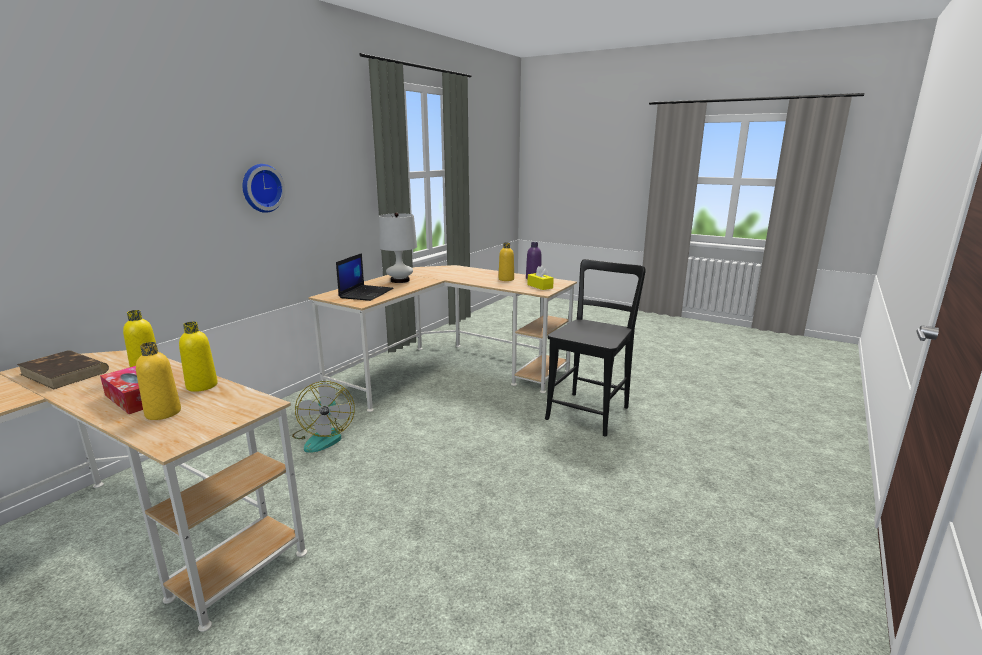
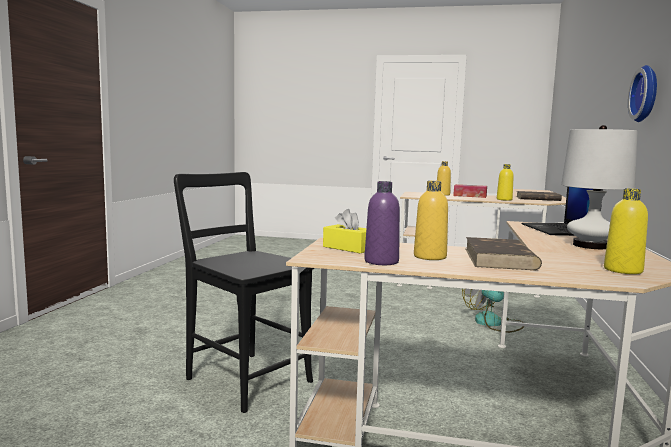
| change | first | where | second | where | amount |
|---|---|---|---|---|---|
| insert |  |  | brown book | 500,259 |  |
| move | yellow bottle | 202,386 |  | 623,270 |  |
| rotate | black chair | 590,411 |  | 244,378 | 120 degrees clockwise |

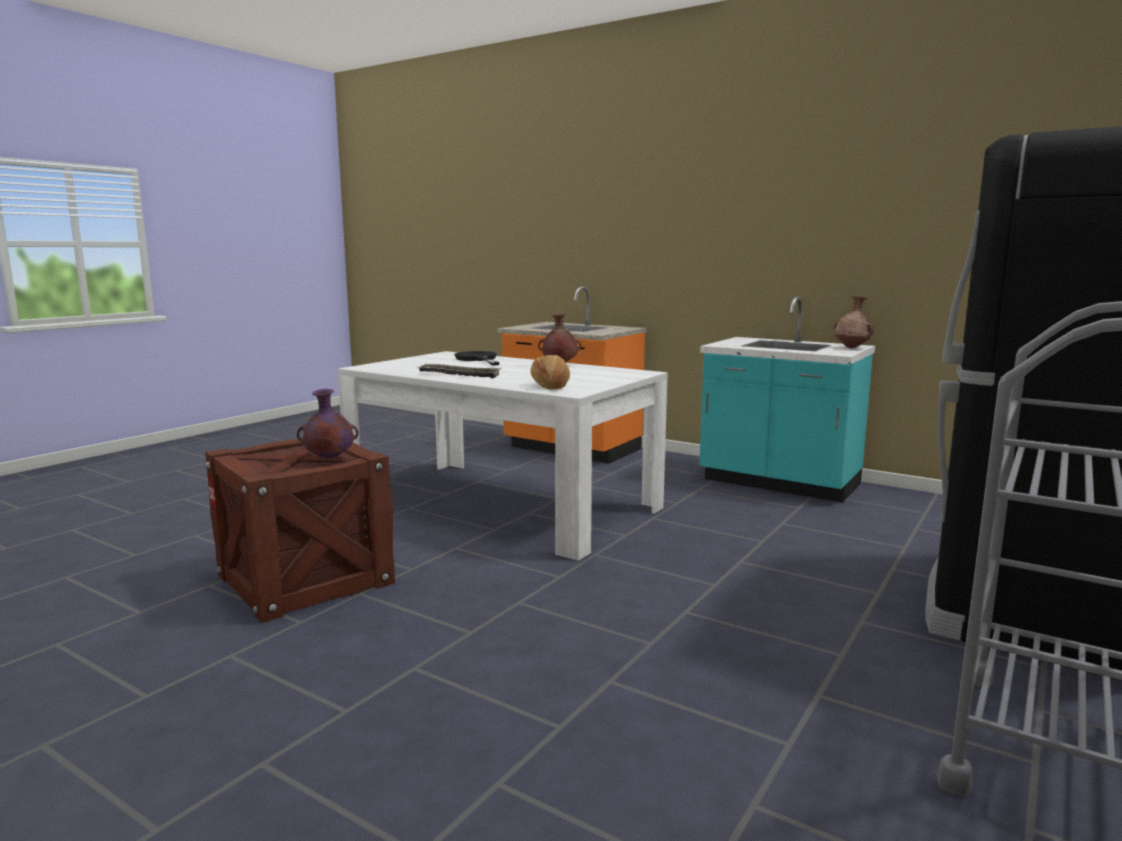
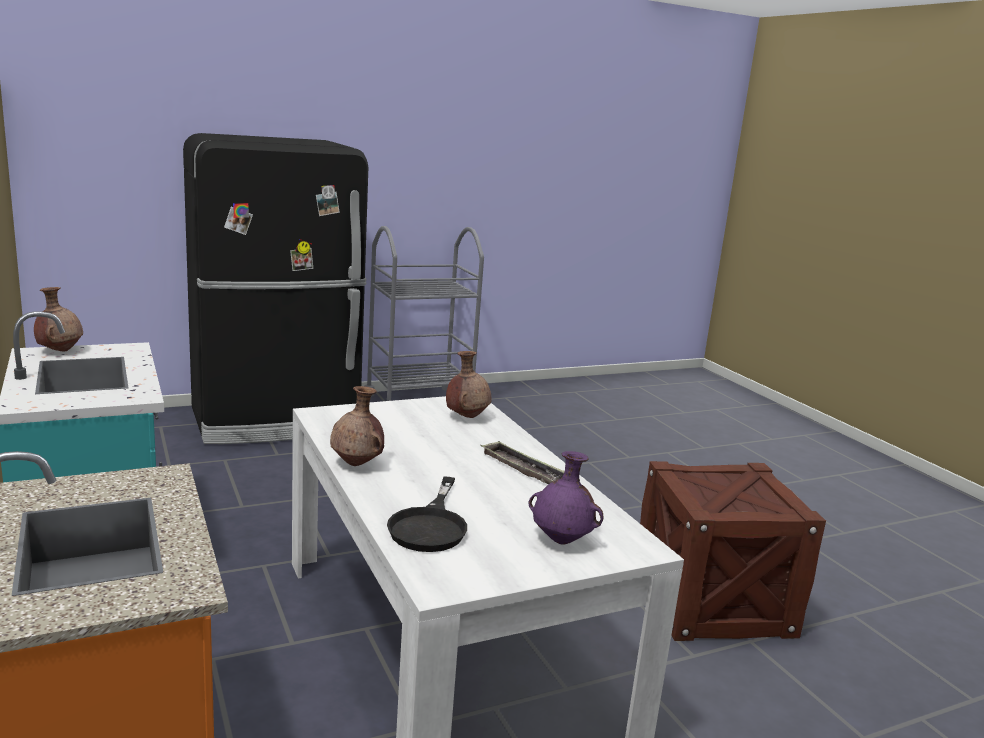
| change | first | where | second | where | amount |
|---|---|---|---|---|---|
| move | purple vase | 328,459 |  | 562,540 |  |
| replace | bread | 551,386 | brown vase | 467,416 |  |

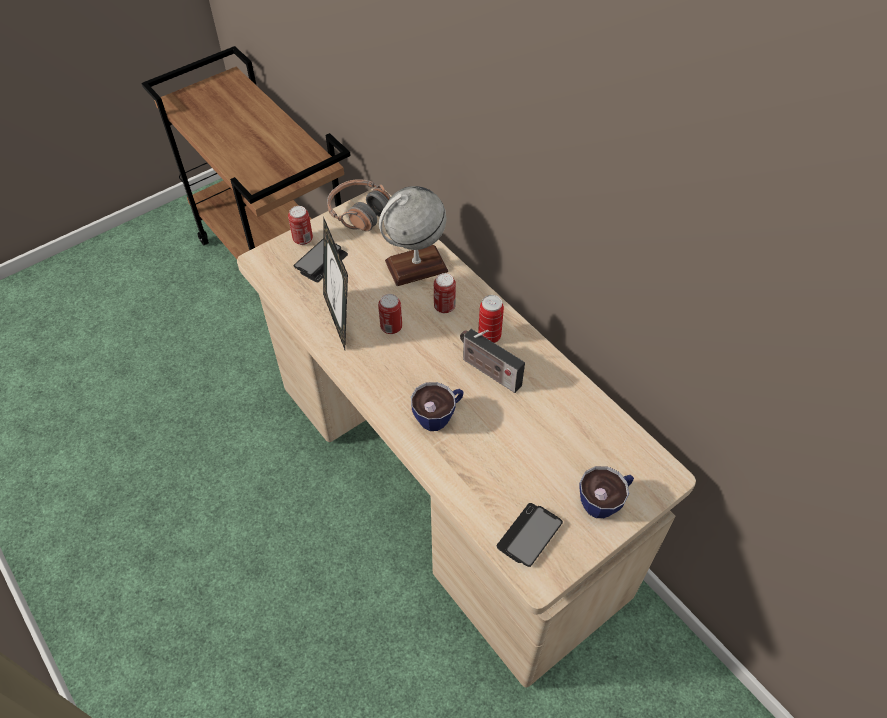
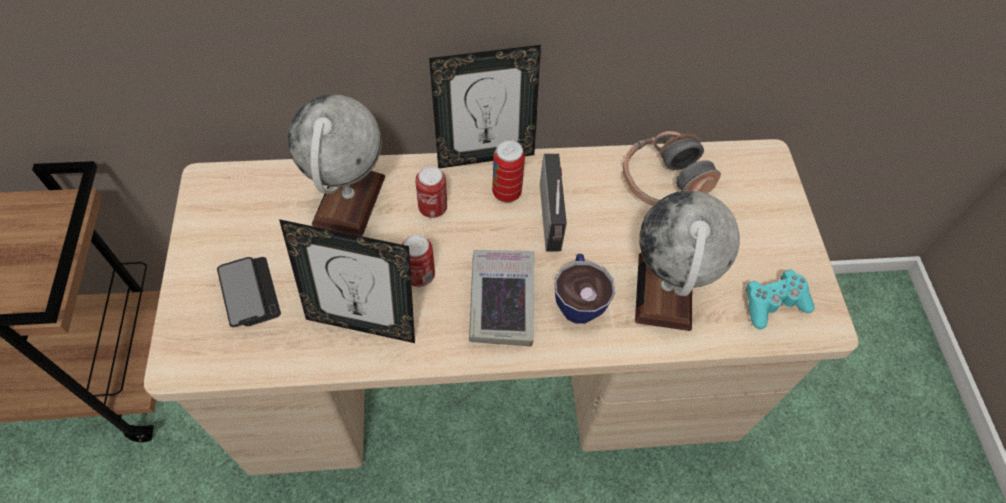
| change | first | where | second | where | amount |
|---|---|---|---|---|---|
| delete | can | 303,239 |  |  |  |
| delete | cup | 604,501 |  |  |  |
| insert |  |  | picture frame | 485,155 |  |
| insert |  |  | book | 501,300 |  |
| insert |  |  | globe | 664,291 |  |
| move | headphones | 360,213 |  | 664,182 |  |
| replace | phone | 529,535 | turquoise game controller | 773,304 |  |
| rotate | radio | 488,371 |  | 551,220 | 75 degrees counterclockwise |

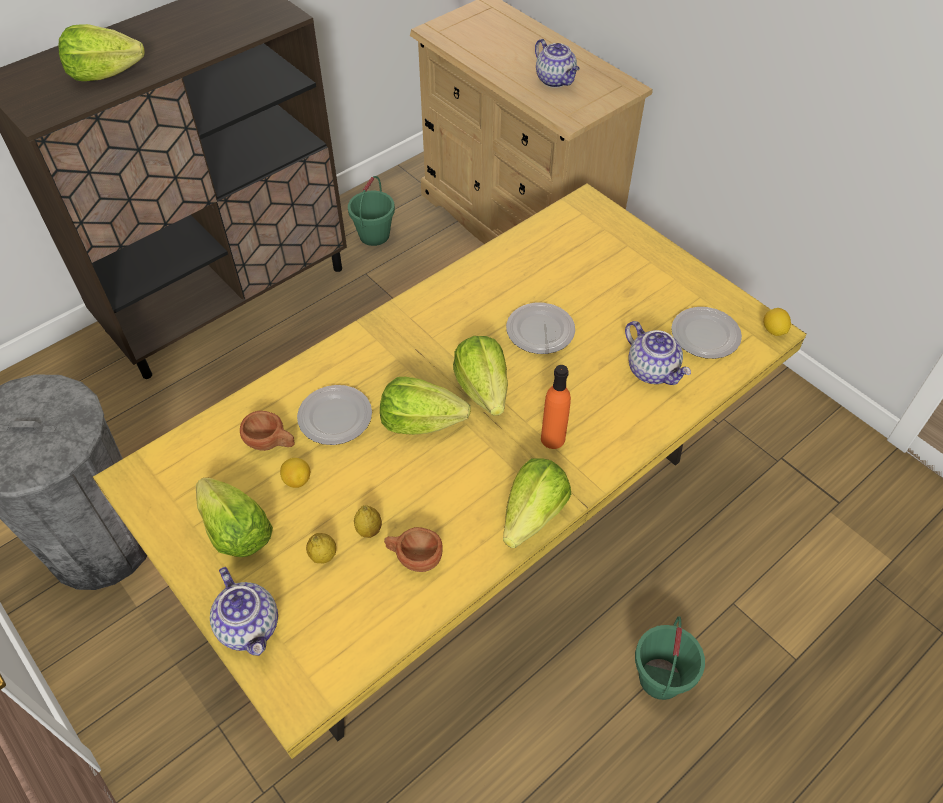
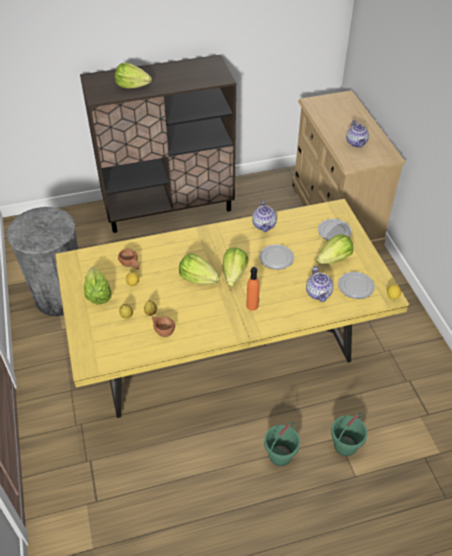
| change | first | where | second | where | amount |
|---|---|---|---|---|---|
| move | teapot | 250,626 |  | 264,225 |  |
| move | plate | 334,418 |  | 333,232 |  |
| move | green bucket | 374,235 |  | 345,445 |  |
| move | lettuce | 533,515 |  | 334,259 |  |

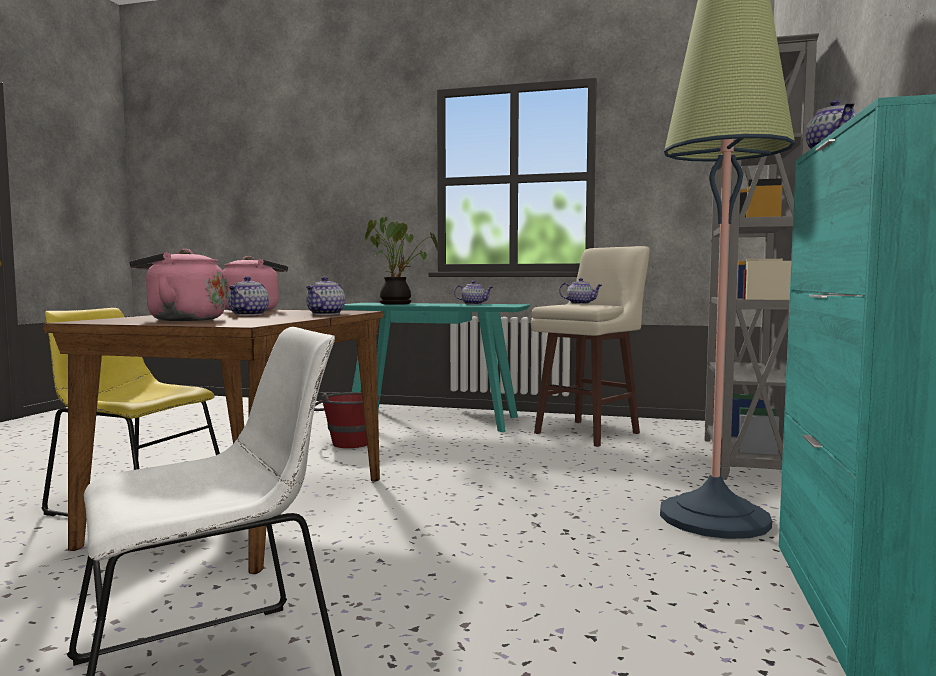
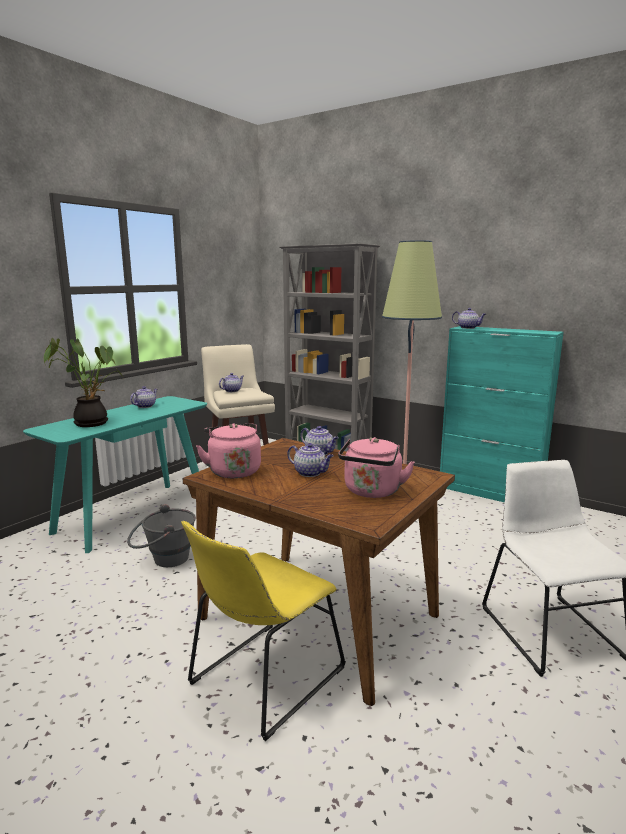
| change | first | where | second | where | amount |
|---|---|---|---|---|---|
| recolor | red bucket | 346,442 | grey bucket | 163,560 |  |

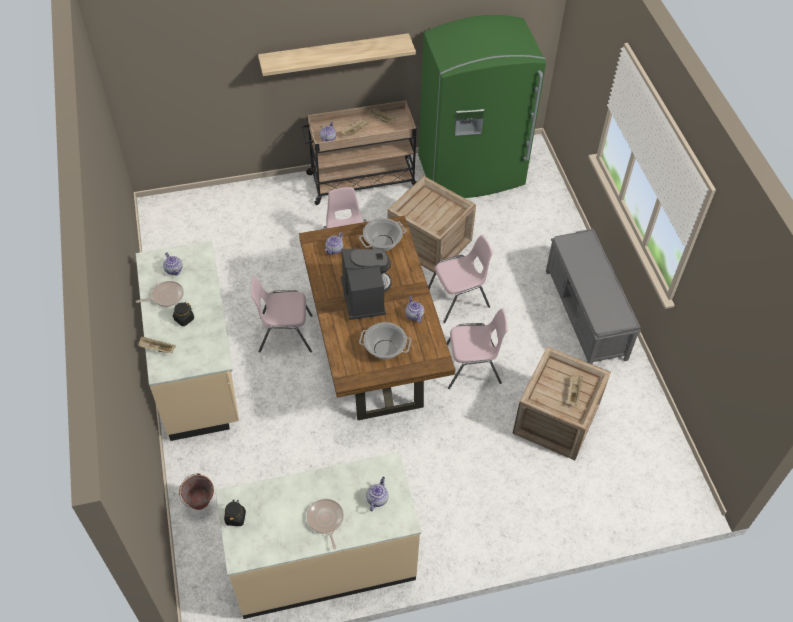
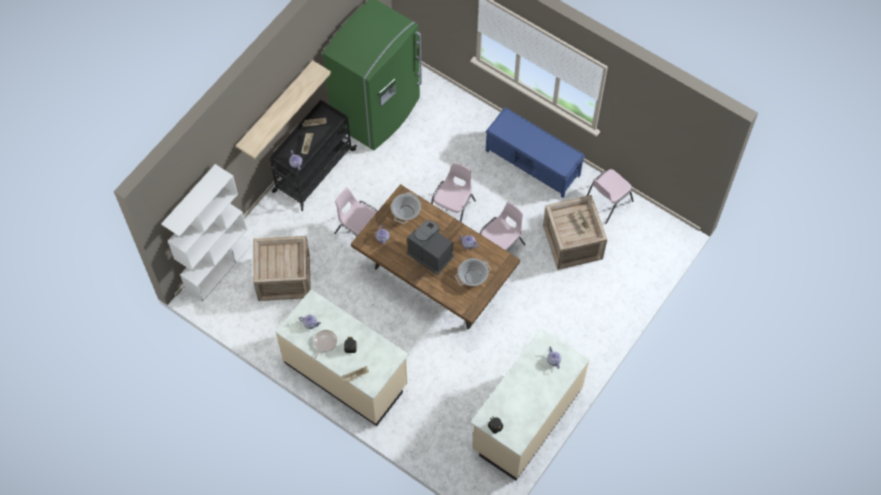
| change | first | where | second | where | amount |
|---|---|---|---|---|---|
| delete | bucket | 200,505 |  |  |  |
| delete | frying pan | 325,520 |  |  |  |
| insert |  |  | white bookcase | 218,267 |  |
| move | pink chair | 284,334 |  | 607,202 |  |
| move | crate | 429,241 |  | 283,277 |  |
| recolor | beige cart | 361,181 | black cart | 313,171 |  |
| recolor | grey bench | 585,315 | blue bench | 533,163 |  |

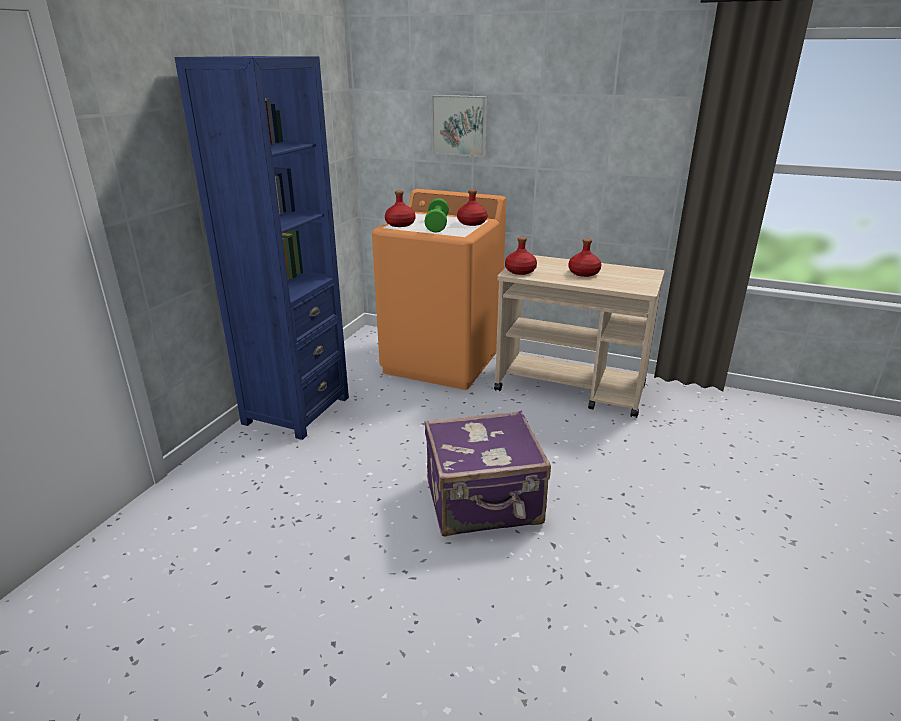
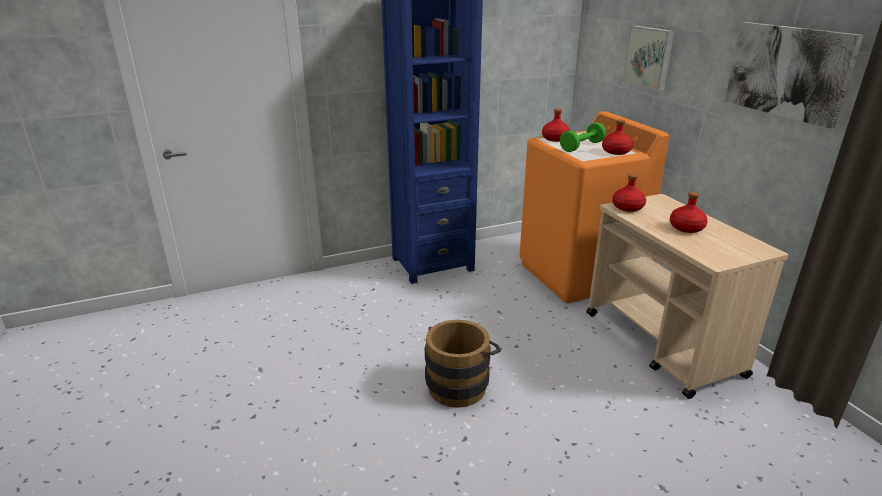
| change | first | where | second | where | amount |
|---|---|---|---|---|---|
| insert |  |  | picture | 788,71 |  |
| replace | purple suitcase | 484,503 | brown bucket | 460,383 |  |

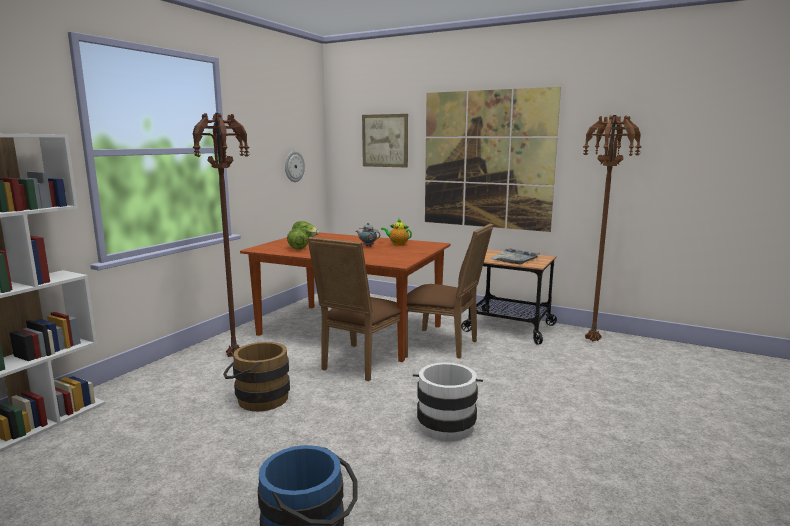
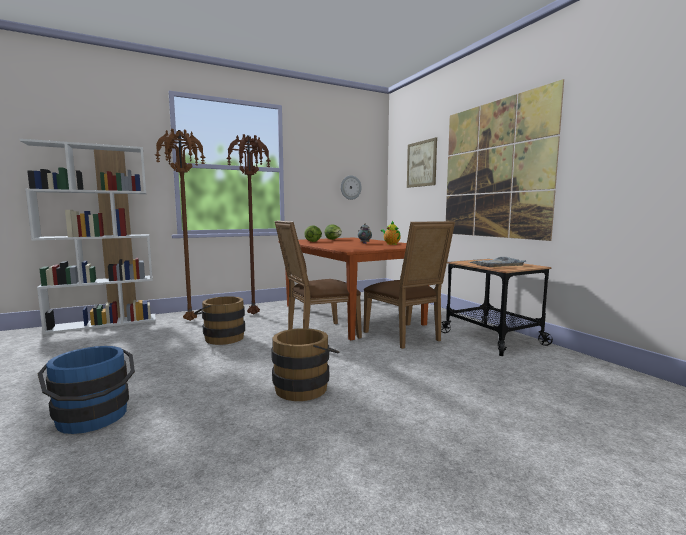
| change | first | where | second | where | amount |
|---|---|---|---|---|---|
| move | brown floor lamp | 594,341 |  | 191,320 |  |
| recolor | white bucket | 446,423 | brown bucket | 305,386 |  |

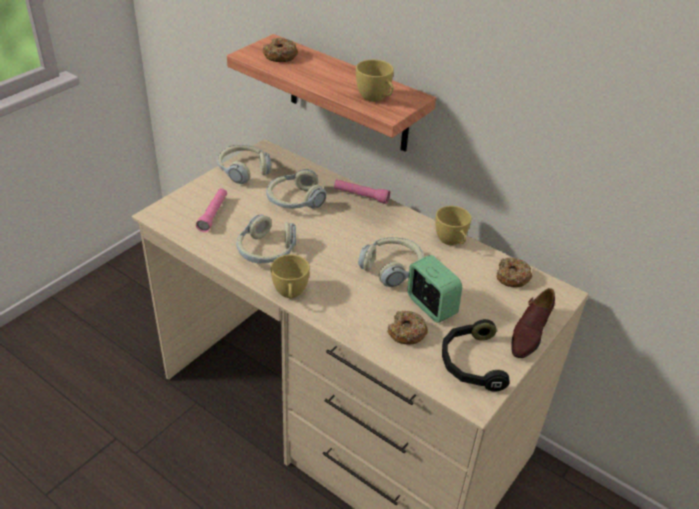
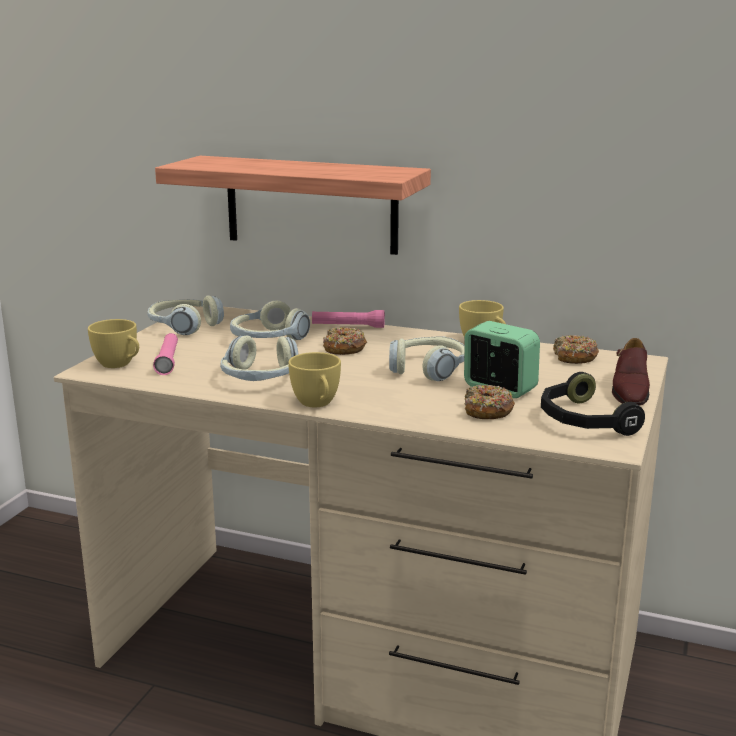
| change | first | where | second | where | amount |
|---|---|---|---|---|---|
| move | donut | 280,56 |  | 344,348 |  |
| move | yellow cup | 375,98 |  | 119,365 |  |

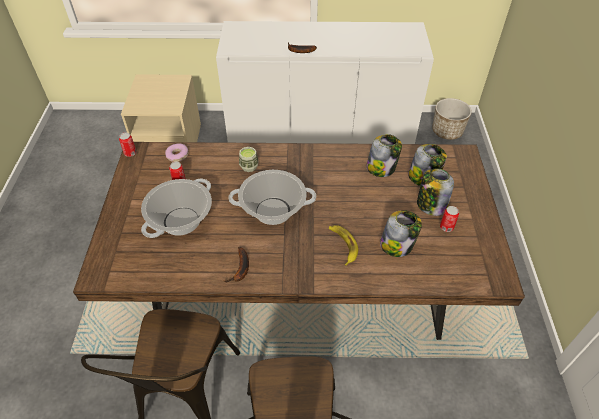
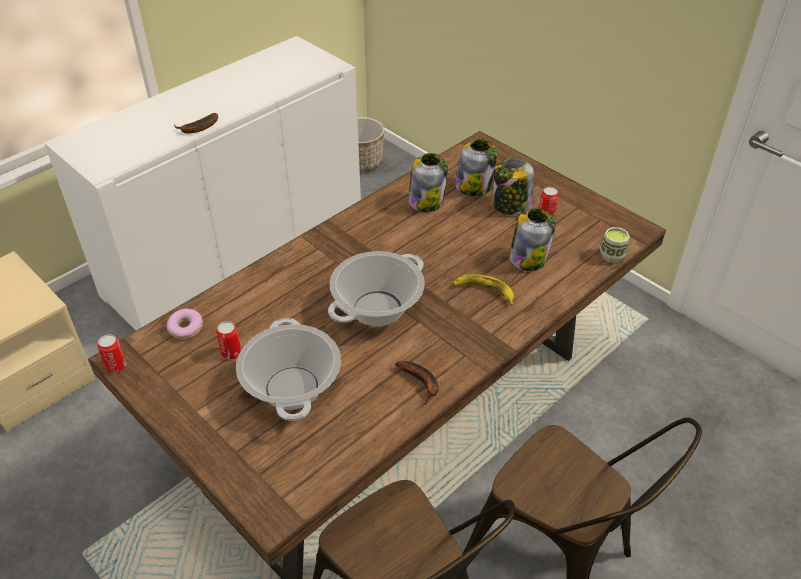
| change | first | where | second | where | amount |
|---|---|---|---|---|---|
| move | cup | 249,166 |  | 612,255 |  |

